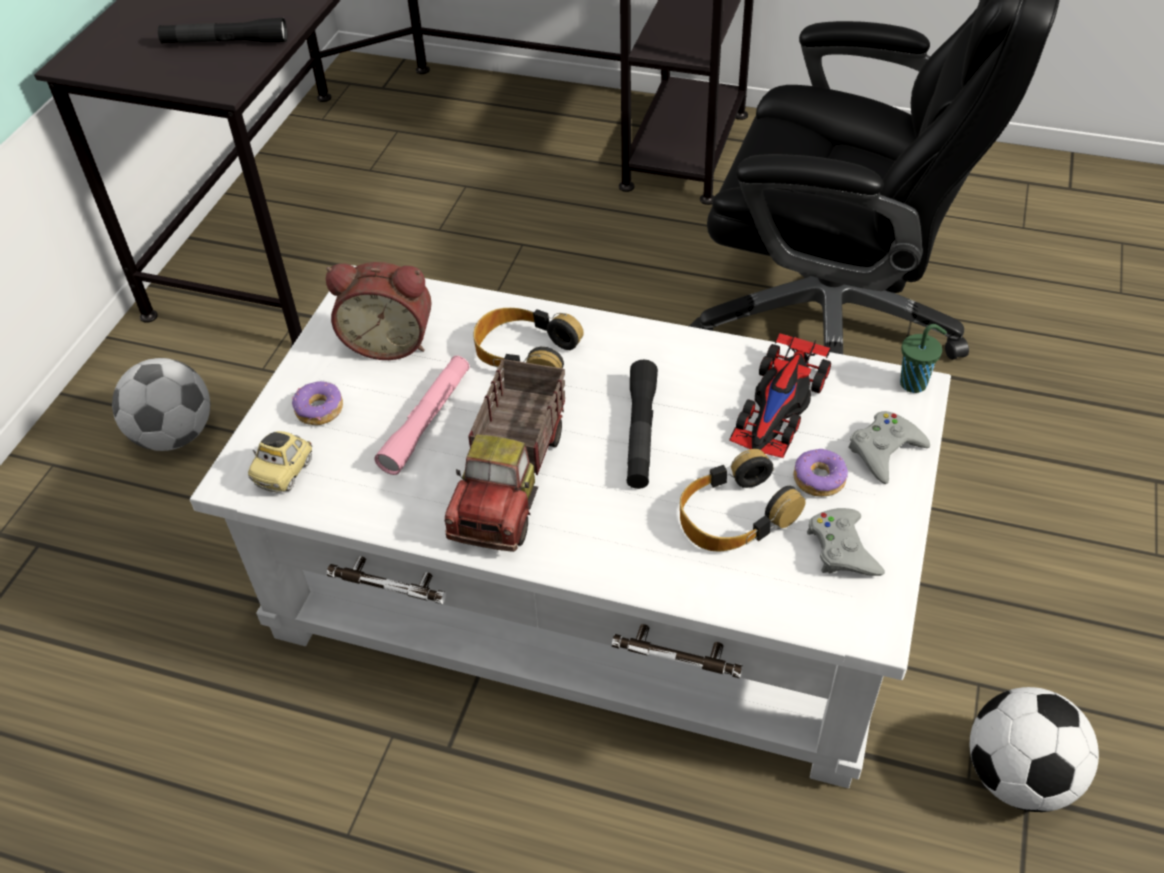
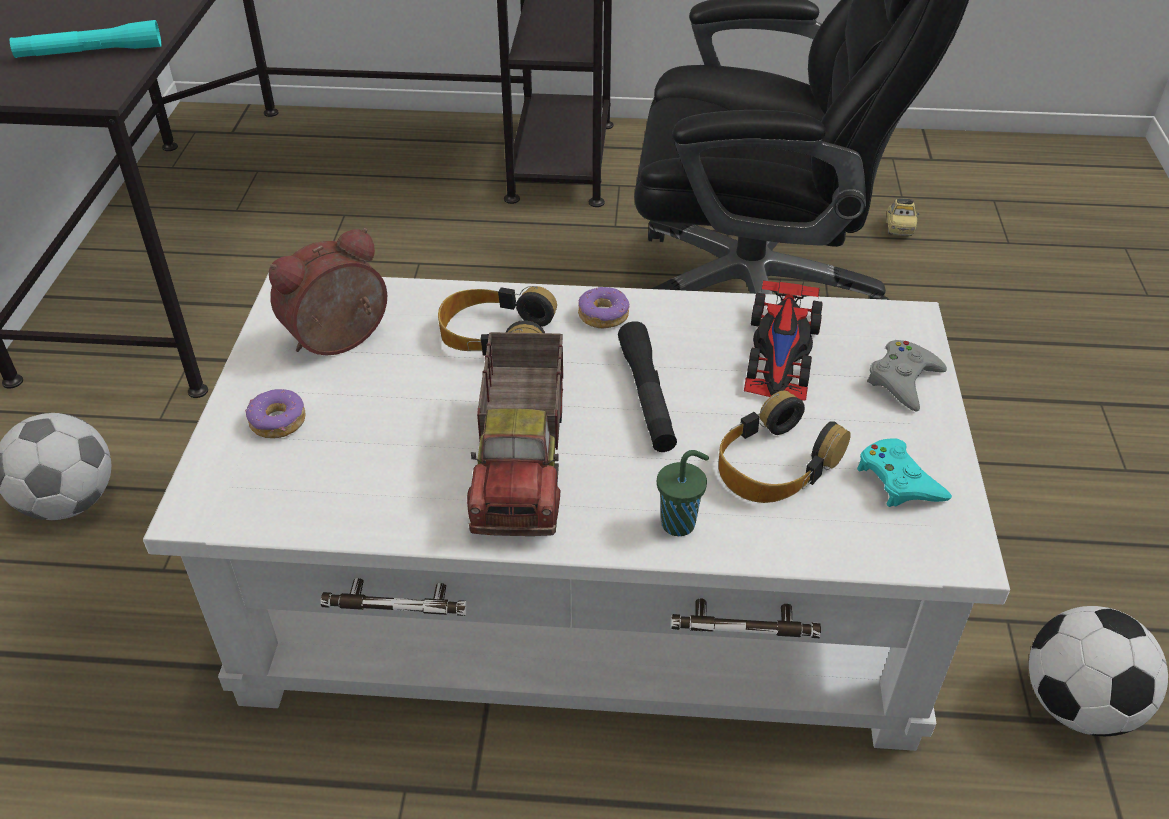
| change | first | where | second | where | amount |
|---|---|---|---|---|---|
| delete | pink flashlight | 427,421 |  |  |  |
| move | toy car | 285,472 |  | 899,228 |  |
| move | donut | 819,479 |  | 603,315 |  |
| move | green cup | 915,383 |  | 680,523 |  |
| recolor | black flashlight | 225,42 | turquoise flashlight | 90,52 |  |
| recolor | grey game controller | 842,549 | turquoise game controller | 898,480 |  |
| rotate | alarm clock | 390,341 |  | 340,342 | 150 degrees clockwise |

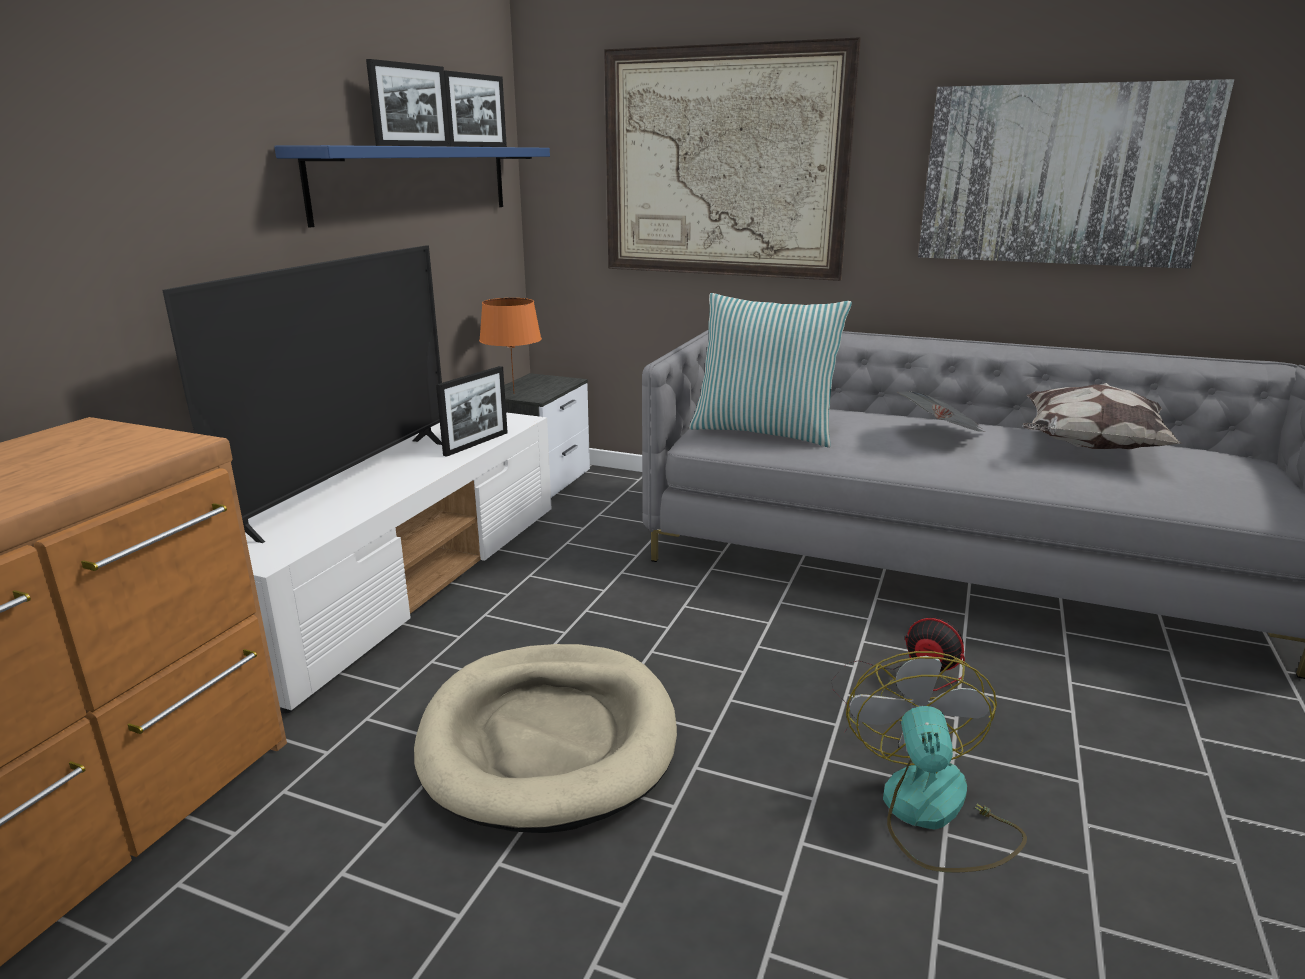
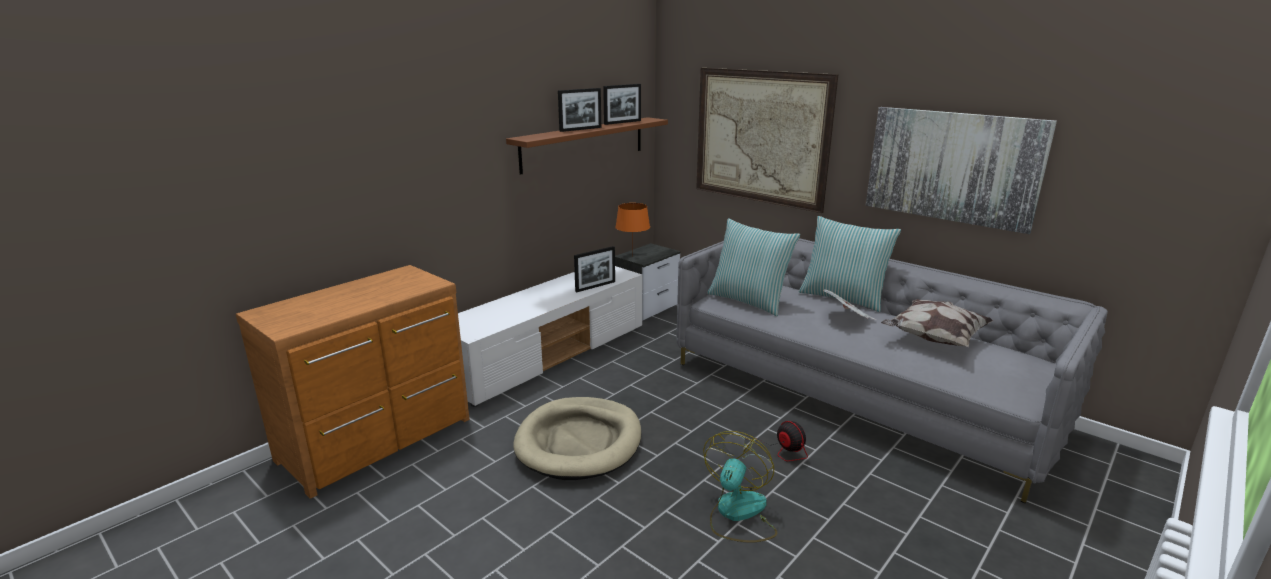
| change | first | where | second | where | amount |
|---|---|---|---|---|---|
| delete | television | 349,484 |  |  |  |
| insert |  |  | pillow | 843,298 |  |
| recolor | blue shelf | 416,181 | brown shelf | 584,144 |  |

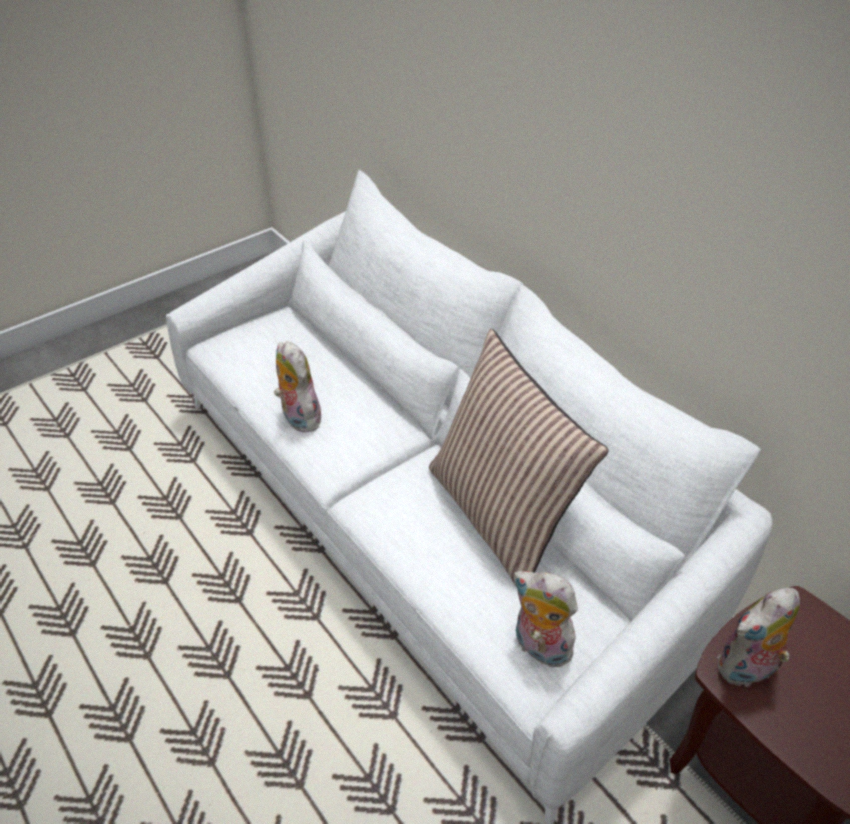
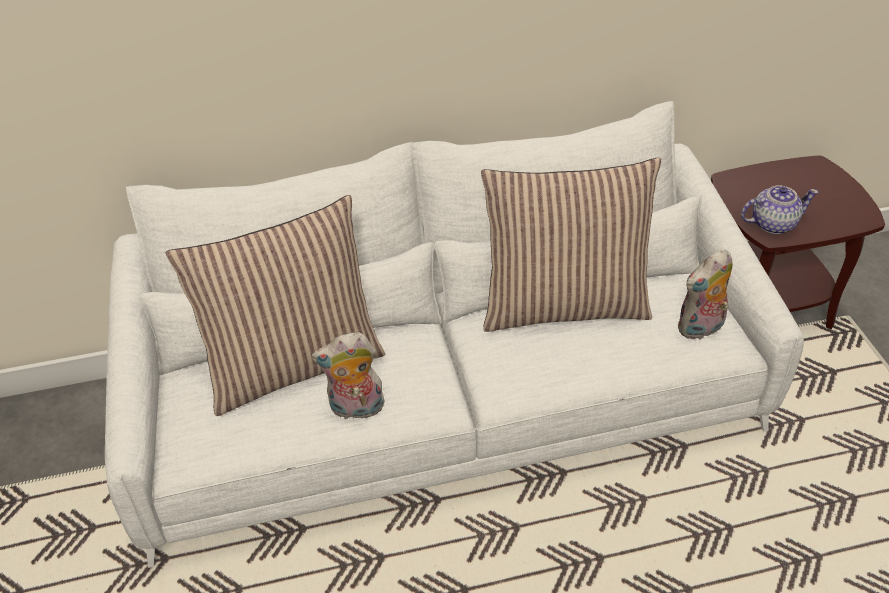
| change | first | where | second | where | amount |
|---|---|---|---|---|---|
| insert |  |  | pillow | 293,363 |  |
| replace | plush toy | 747,670 | teapot | 772,223 |  |

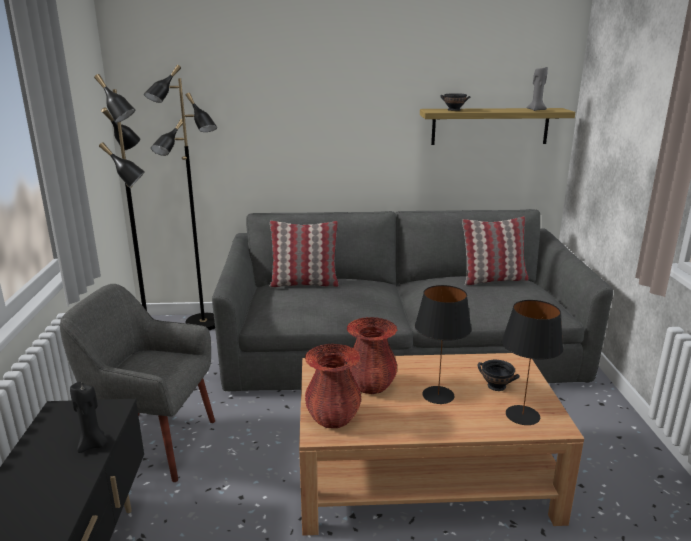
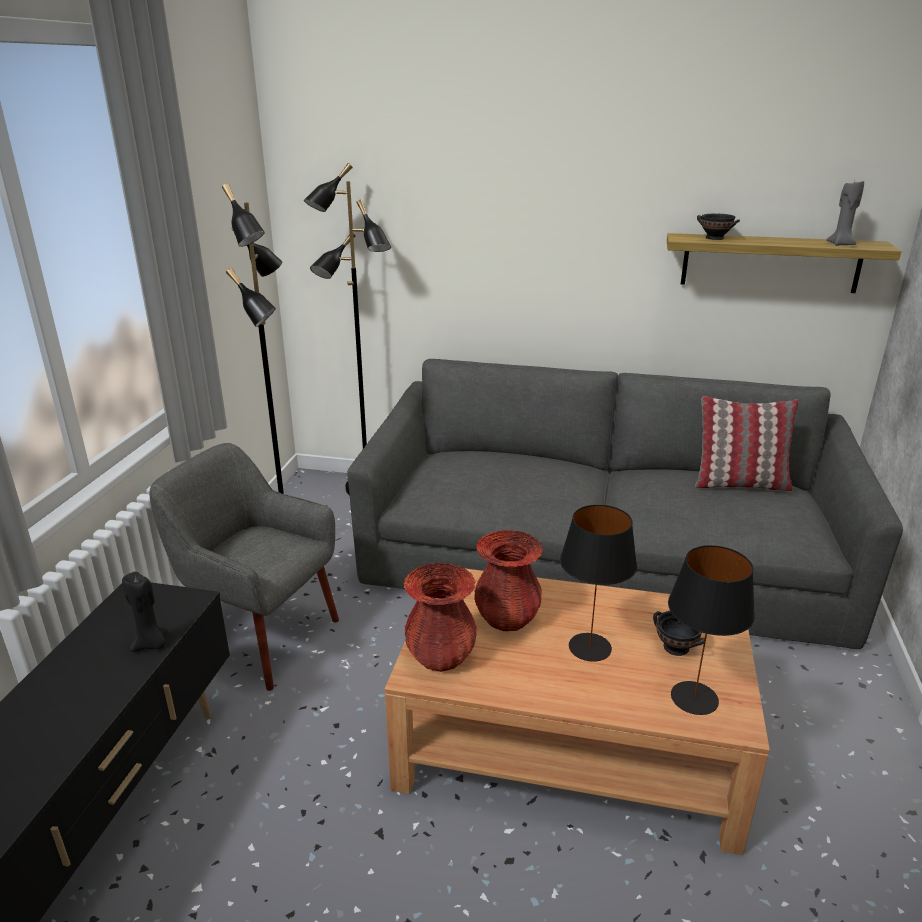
| change | first | where | second | where | amount |
|---|---|---|---|---|---|
| delete | pillow | 304,283 |  |  |  |

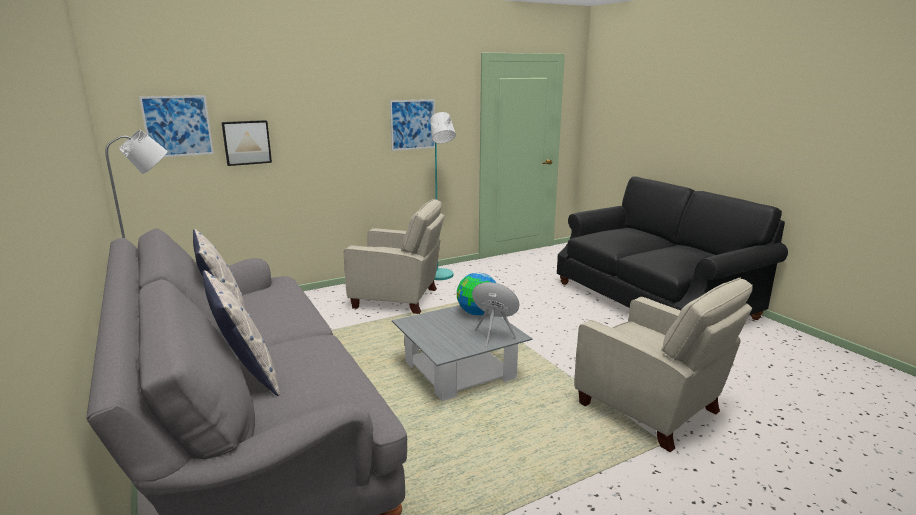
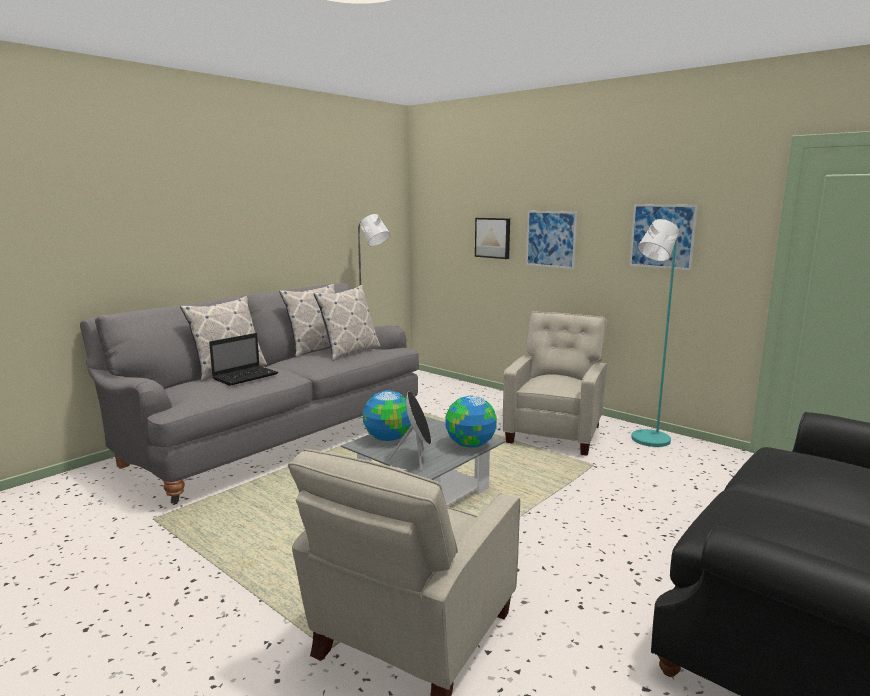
| change | first | where | second | where | amount |
|---|---|---|---|---|---|
| insert |  |  | laptop | 246,376 |  |
| insert |  |  | pillow | 349,352 |  |
| insert |  |  | globe | 388,438 |  |
| move | picture | 177,126 |  | 551,239 |  |
| rotate | beige armchair | 398,298 |  | 555,433 | 150 degrees counterclockwise |

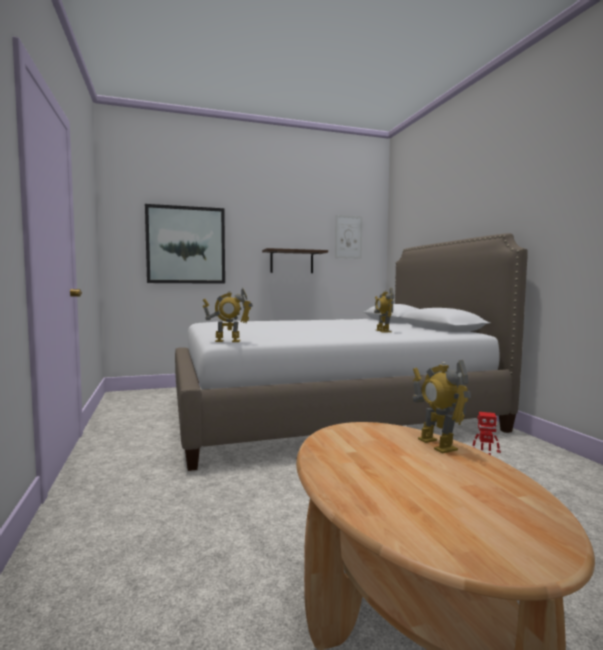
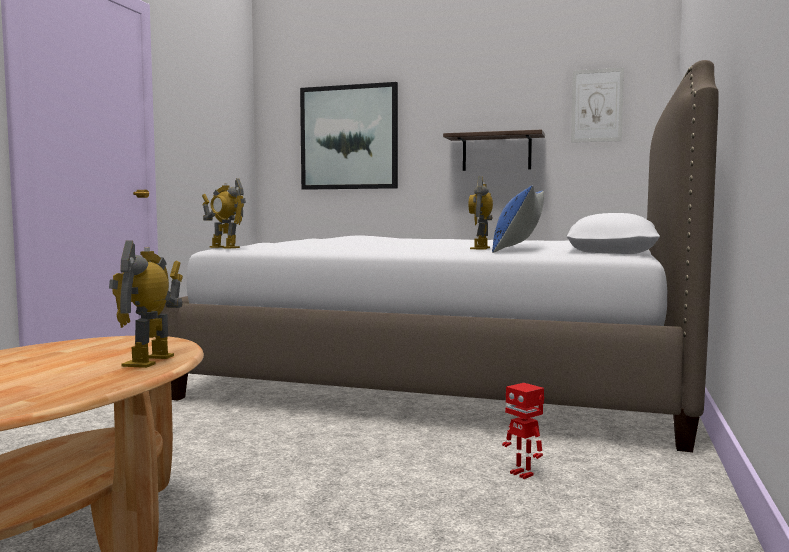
| change | first | where | second | where | amount |
|---|---|---|---|---|---|
| insert |  |  | blue pillow | 519,249 |  |

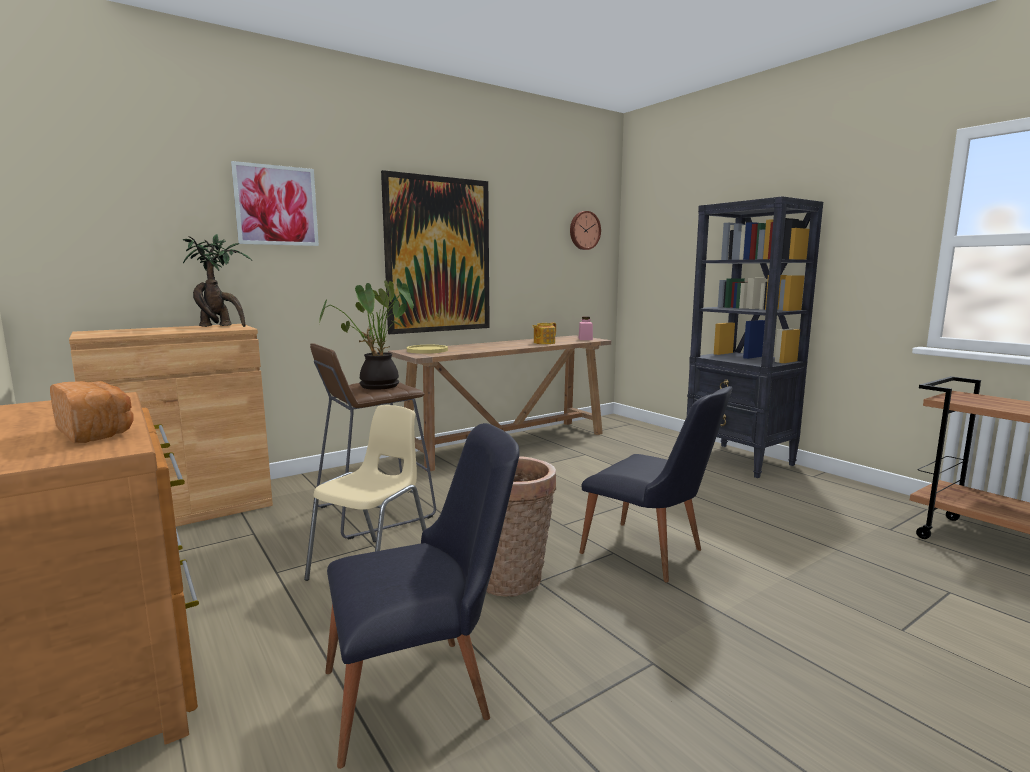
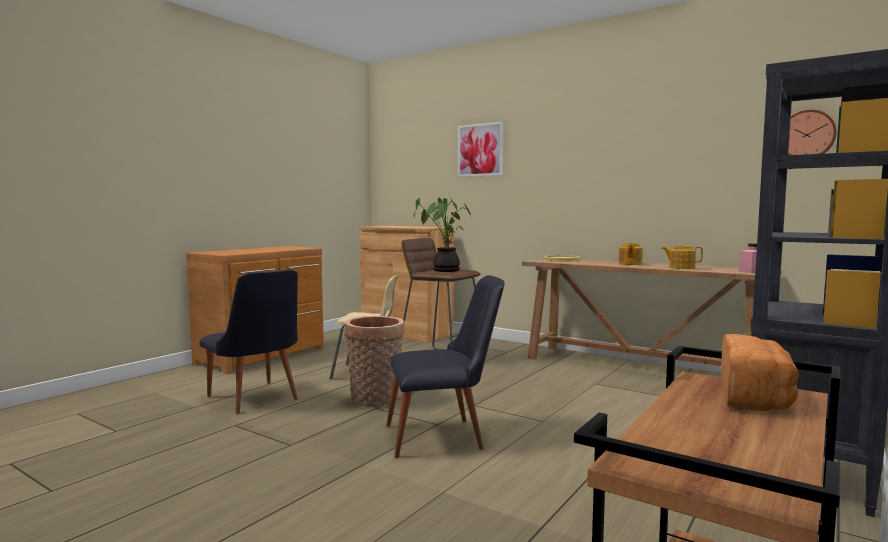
| change | first | where | second | where | amount |
|---|---|---|---|---|---|
| delete | potted plant | 220,326 |  |  |  |
| delete | picture | 438,255 |  |  |  |
| insert |  |  | teapot | 629,264 |  |
| move | bread | 96,432 |  | 755,398 |  |
| rotate | black chair | 652,555 |  | 444,437 | 120 degrees counterclockwise |

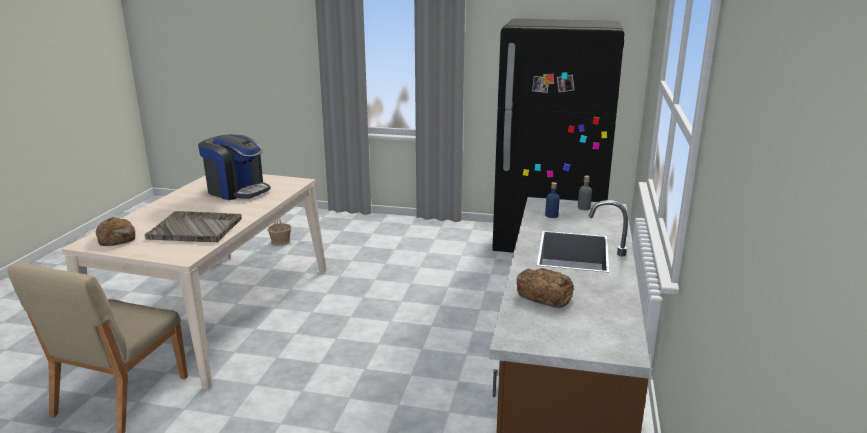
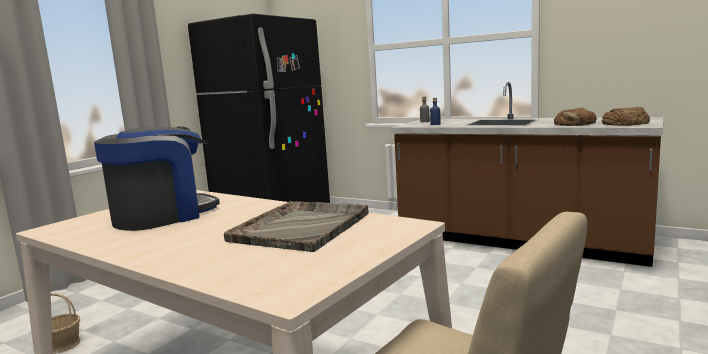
| change | first | where | second | where | amount |
|---|---|---|---|---|---|
| move | bread | 117,237 |  | 626,123 |  |

